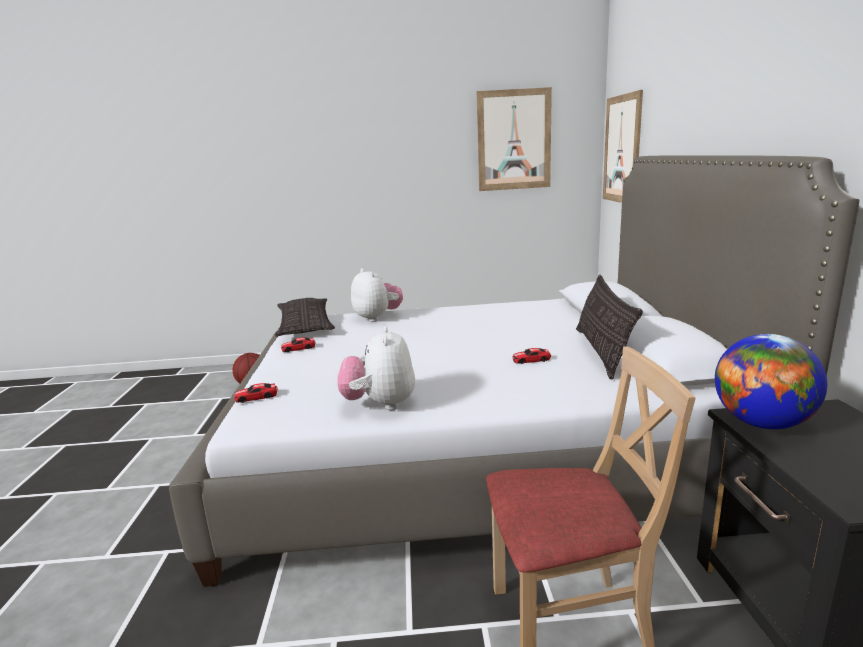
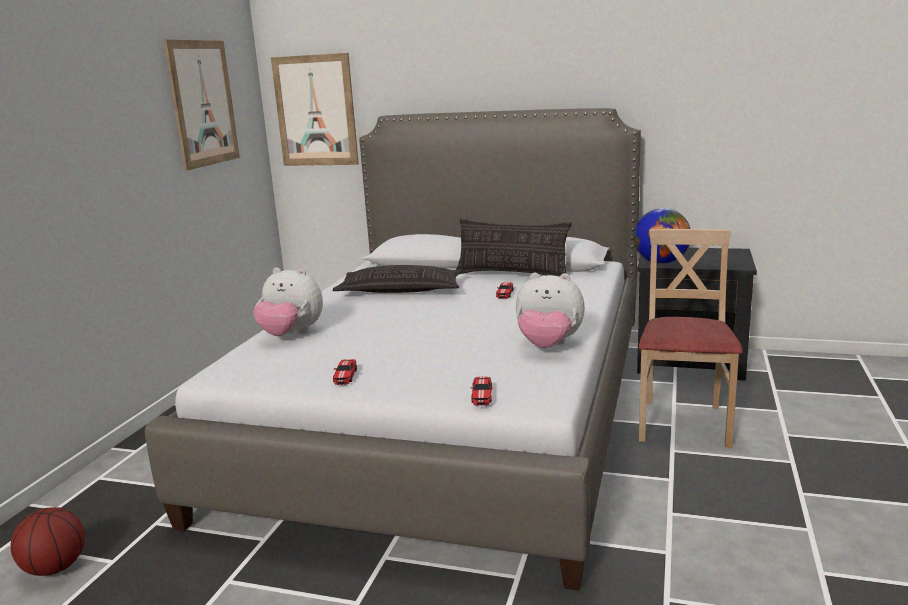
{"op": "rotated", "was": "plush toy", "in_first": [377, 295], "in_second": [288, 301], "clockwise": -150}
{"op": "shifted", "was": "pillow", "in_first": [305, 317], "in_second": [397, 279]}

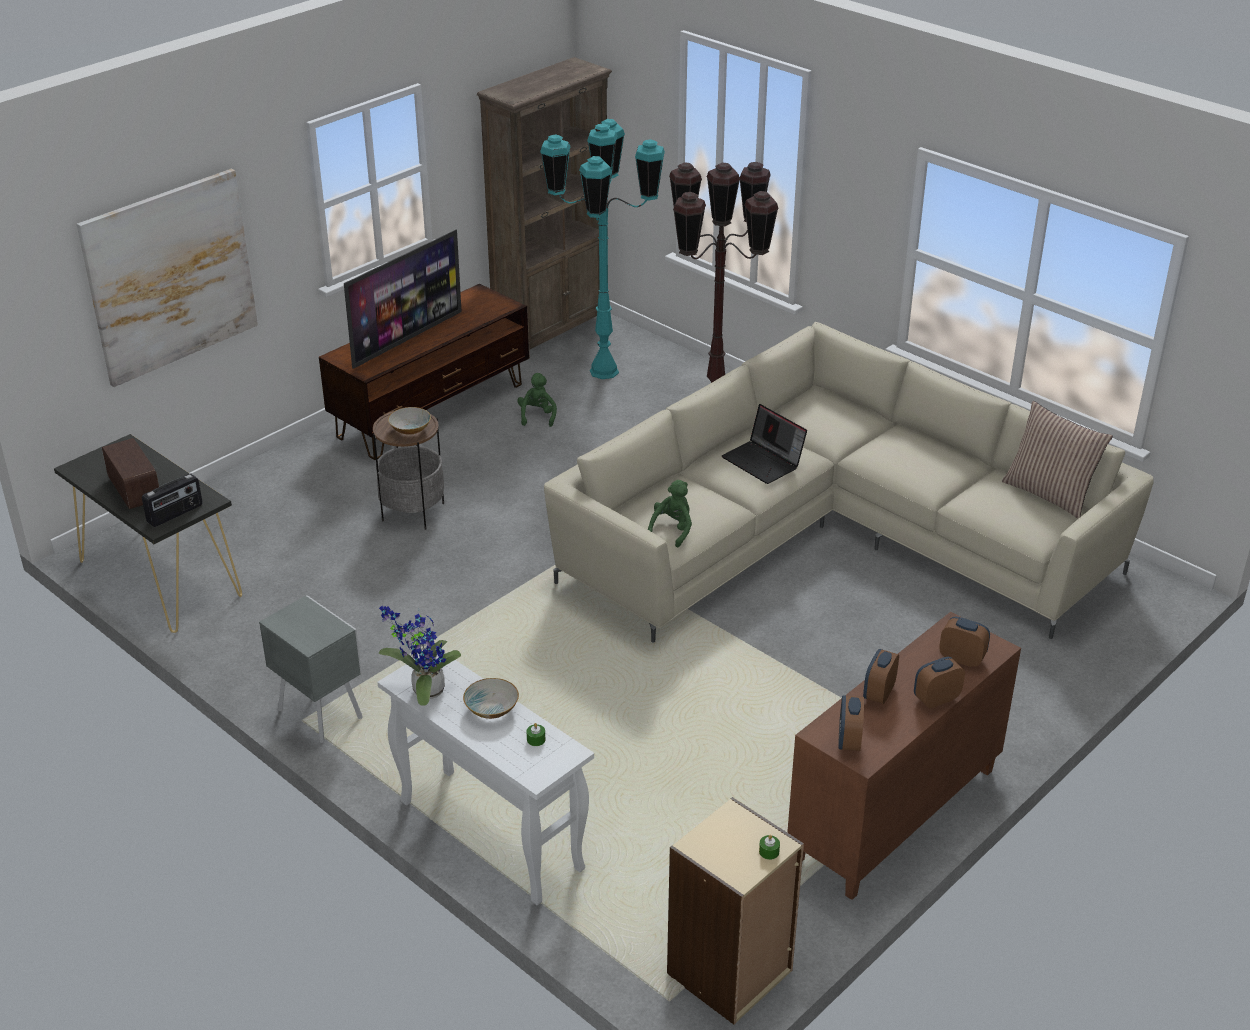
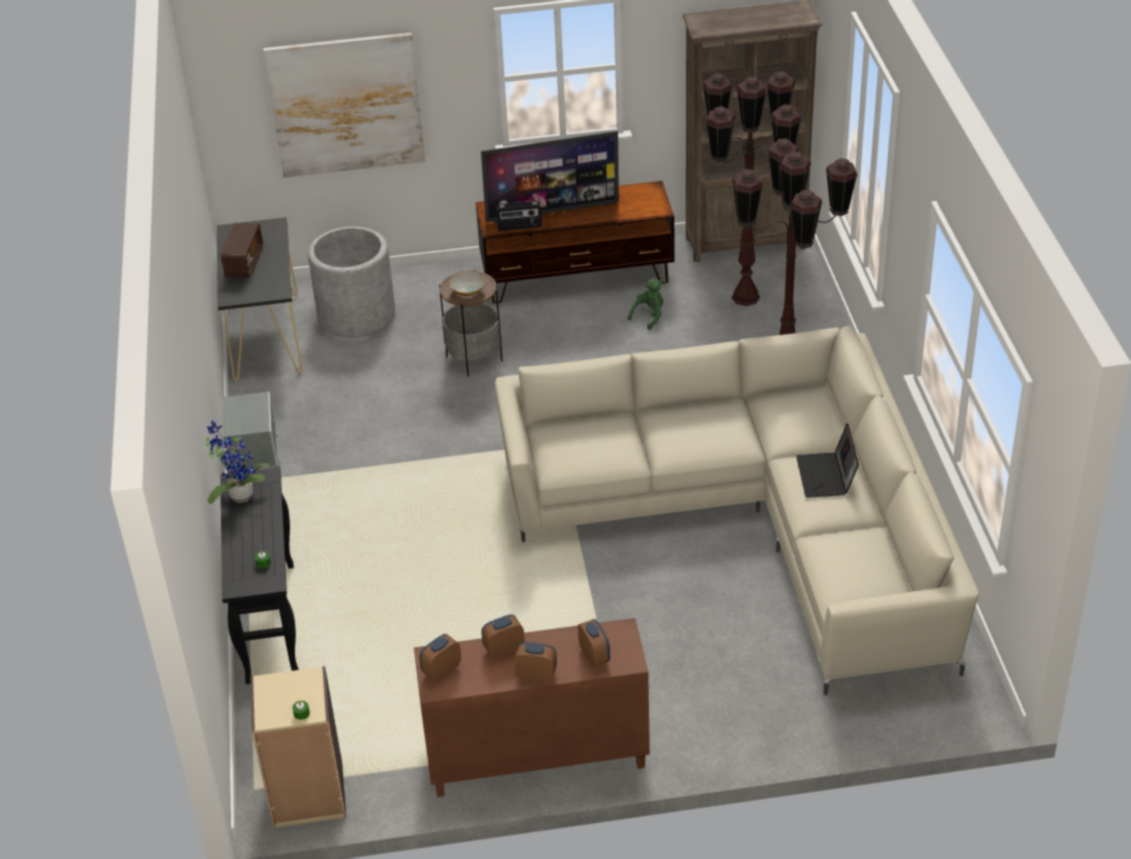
{"op": "repainted", "was": "floor lamp (turquoise)", "now": "floor lamp (brown)", "in_first": [602, 249], "in_second": [751, 188]}
{"op": "gone", "was": "pillow", "in_first": [1057, 460]}
{"op": "shifted", "was": "laptop", "in_first": [764, 444], "in_second": [827, 460]}
{"op": "shifted", "was": "radio", "in_first": [172, 500], "in_second": [519, 216]}
{"op": "gone", "was": "plush toy (green)", "in_first": [670, 513]}
{"op": "repainted", "was": "console table (white)", "now": "console table (black)", "in_first": [486, 779], "in_second": [259, 575]}
{"op": "gone", "was": "bowl", "in_first": [491, 698]}
{"op": "new", "now": "planter (grey)", "in_second": [351, 282]}

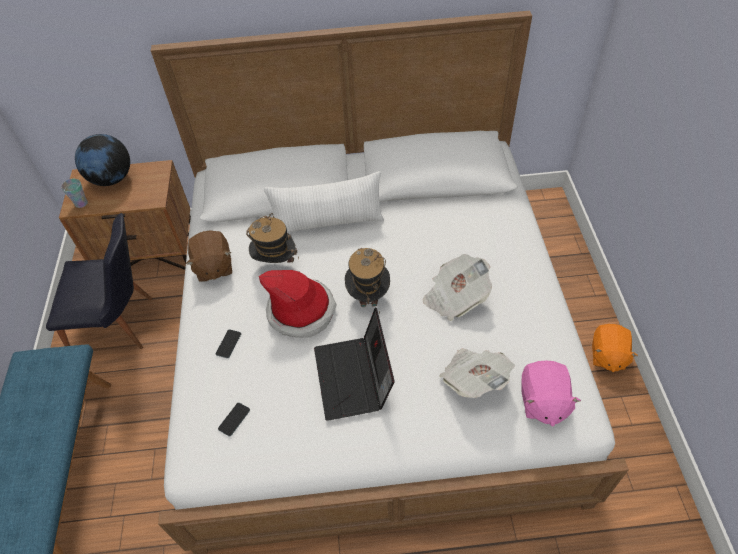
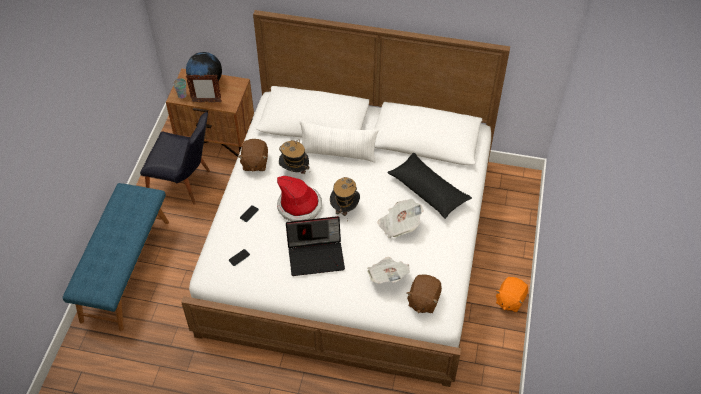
{"op": "rotated", "was": "laptop", "in_first": [354, 364], "in_second": [315, 246], "clockwise": -105}
{"op": "repainted", "was": "plush toy (pink)", "now": "plush toy (brown)", "in_first": [551, 394], "in_second": [424, 293]}
{"op": "new", "now": "picture frame", "in_second": [204, 89]}
{"op": "new", "now": "pillow (black)", "in_second": [429, 186]}

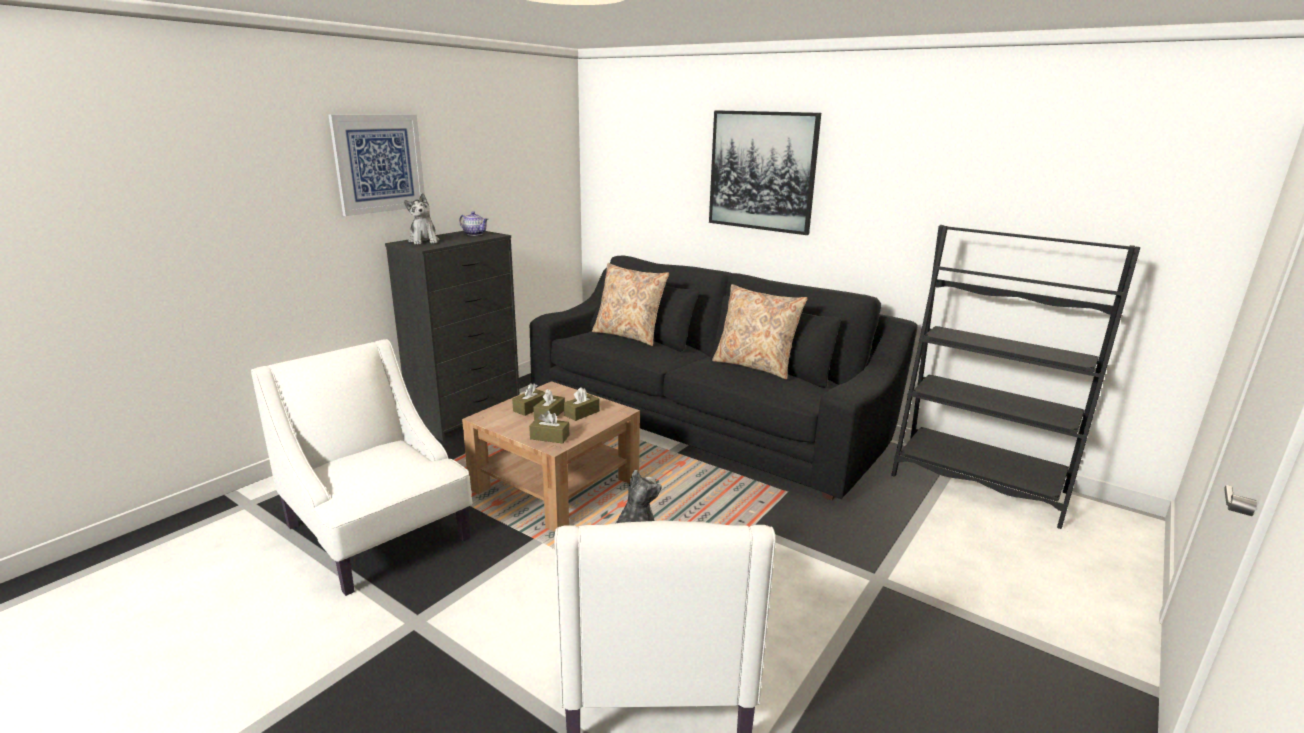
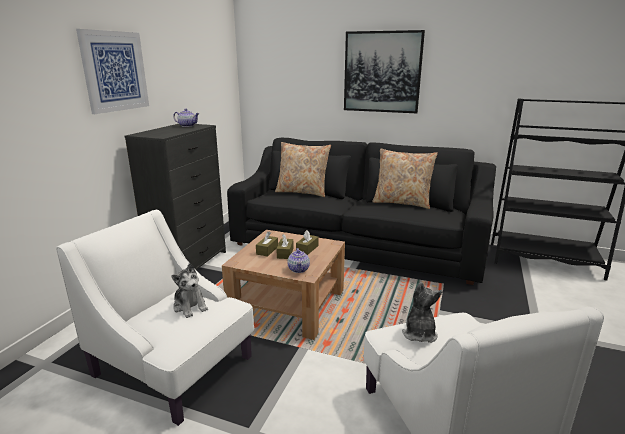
{"op": "shifted", "was": "plush toy", "in_first": [421, 219], "in_second": [189, 290]}
{"op": "swapped", "was": "tissue box (brown)", "now": "teapot", "in_first": [549, 427], "in_second": [298, 260]}

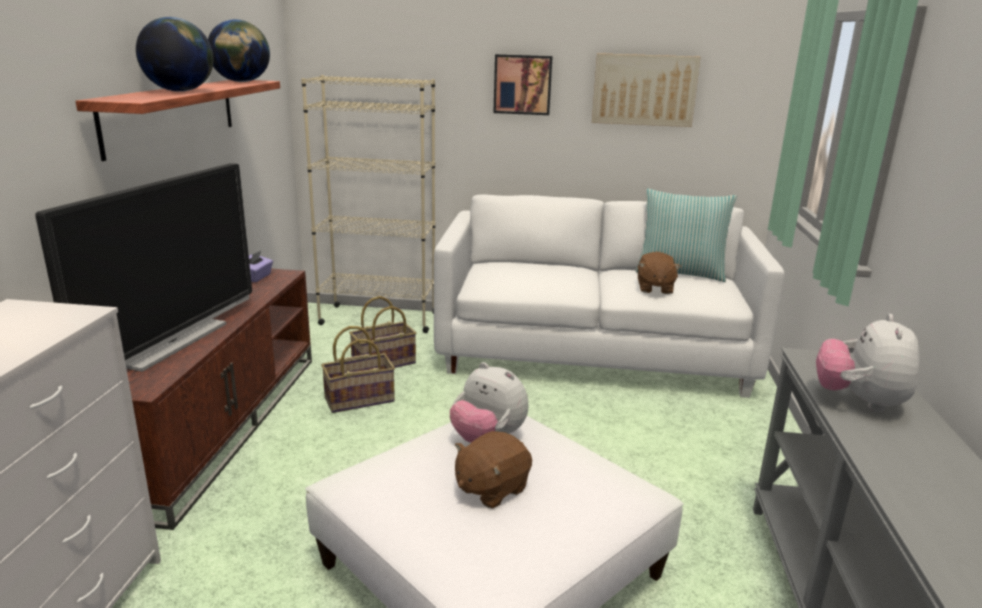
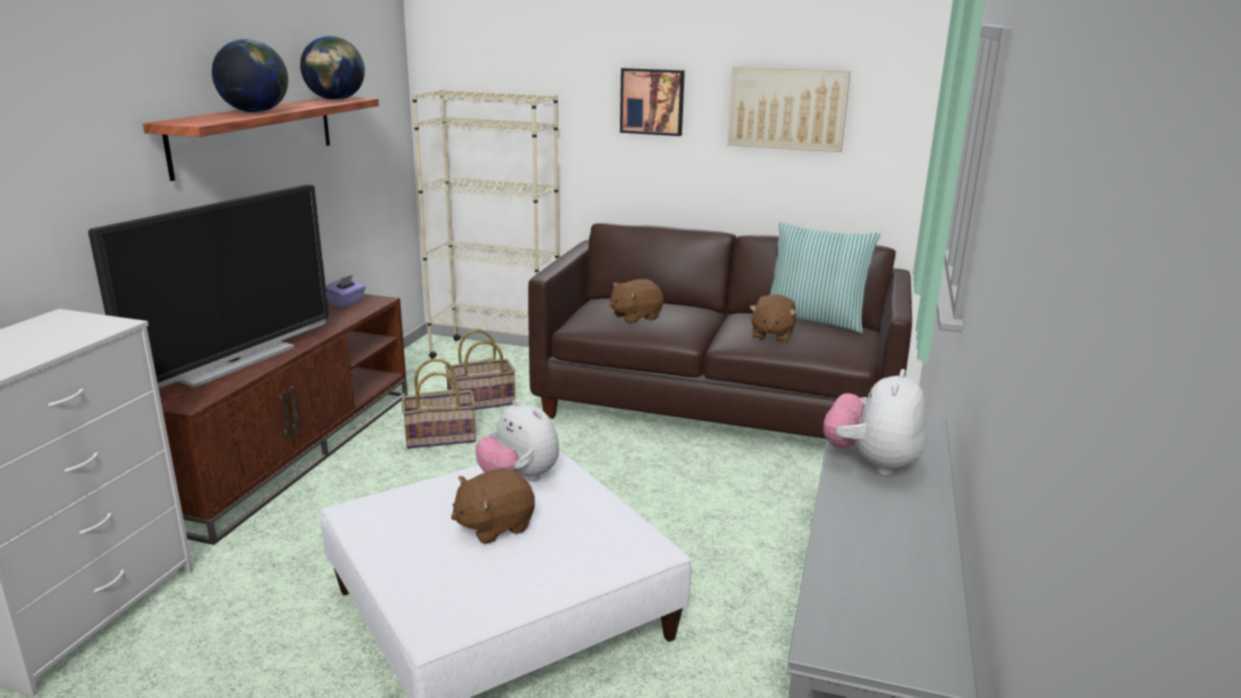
{"op": "repainted", "was": "sofa (white)", "now": "sofa (brown)", "in_first": [609, 296], "in_second": [720, 331]}
{"op": "new", "now": "plush toy (brown)", "in_second": [636, 301]}

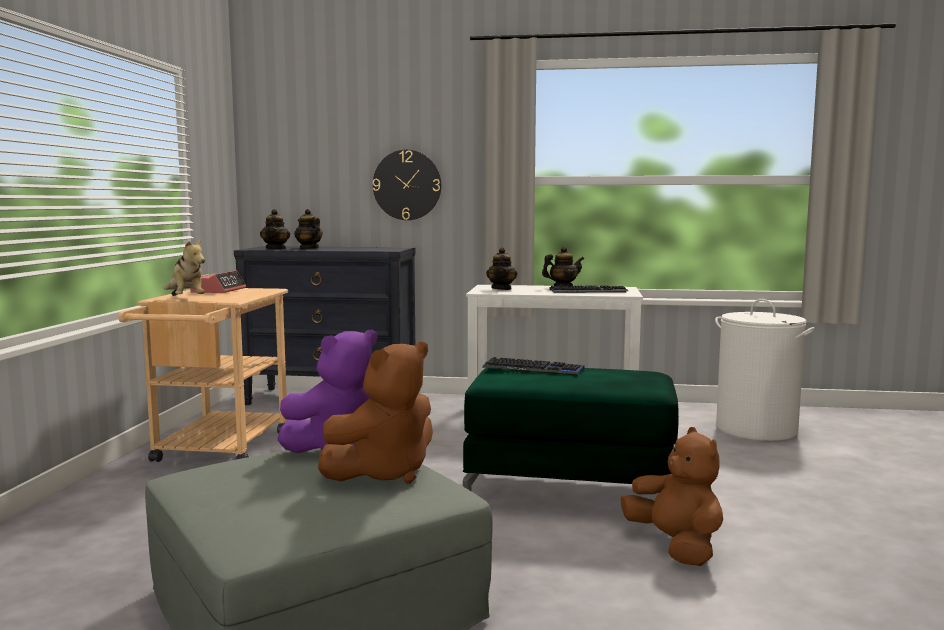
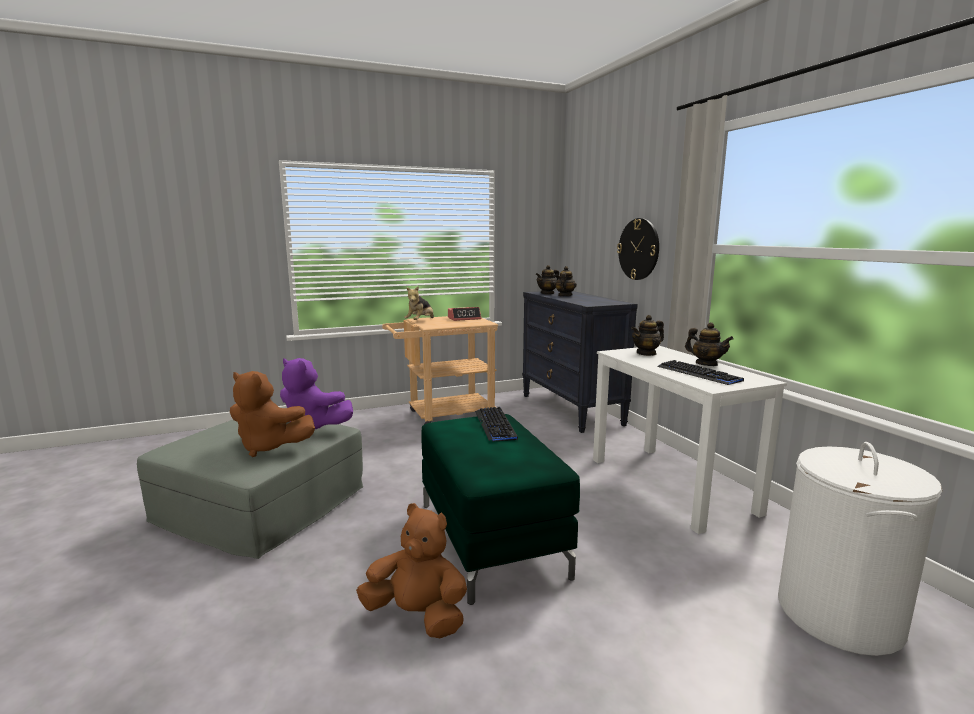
{"op": "rotated", "was": "plush toy (brown)", "in_first": [671, 496], "in_second": [411, 570], "clockwise": -105}

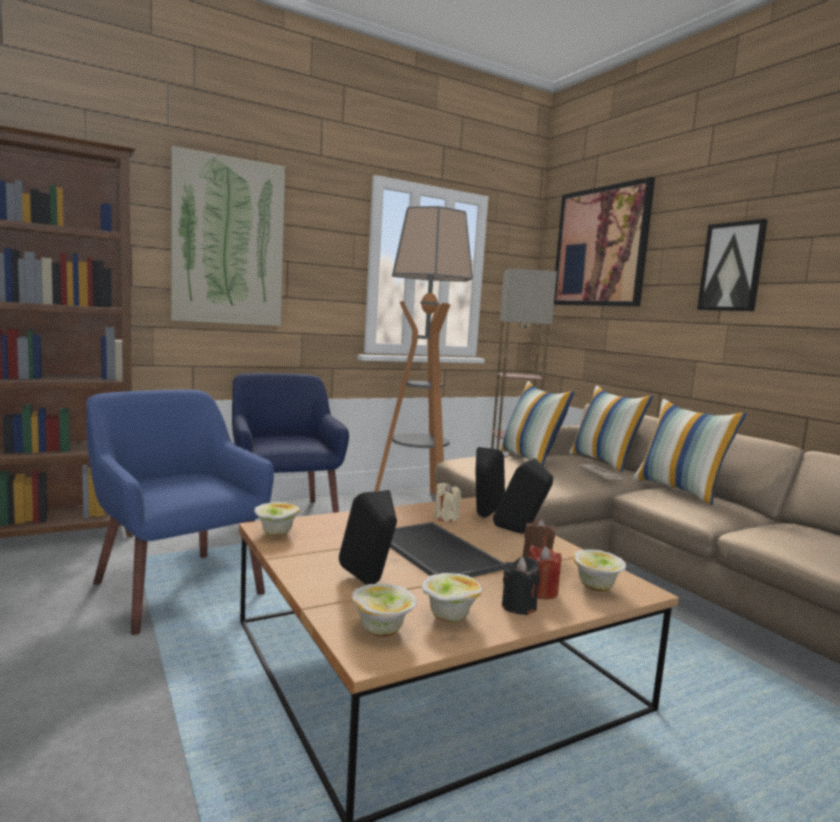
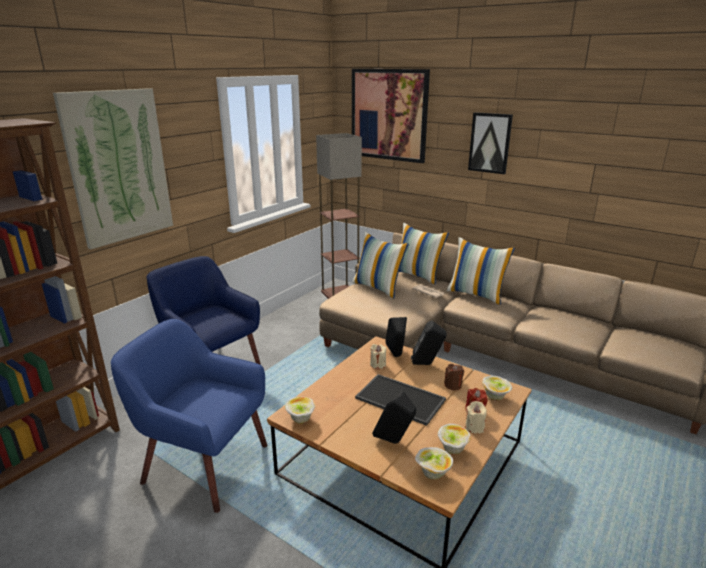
{"op": "gone", "was": "floor lamp", "in_first": [423, 350]}
{"op": "repainted", "was": "candle (black)", "now": "candle (beige)", "in_first": [521, 585], "in_second": [476, 417]}

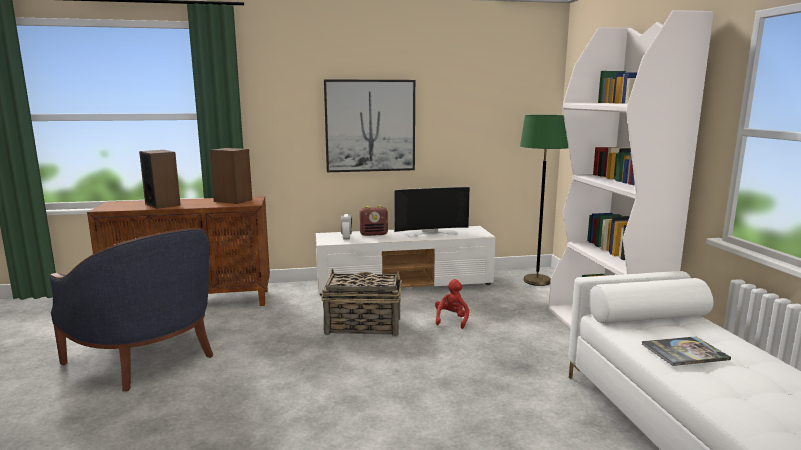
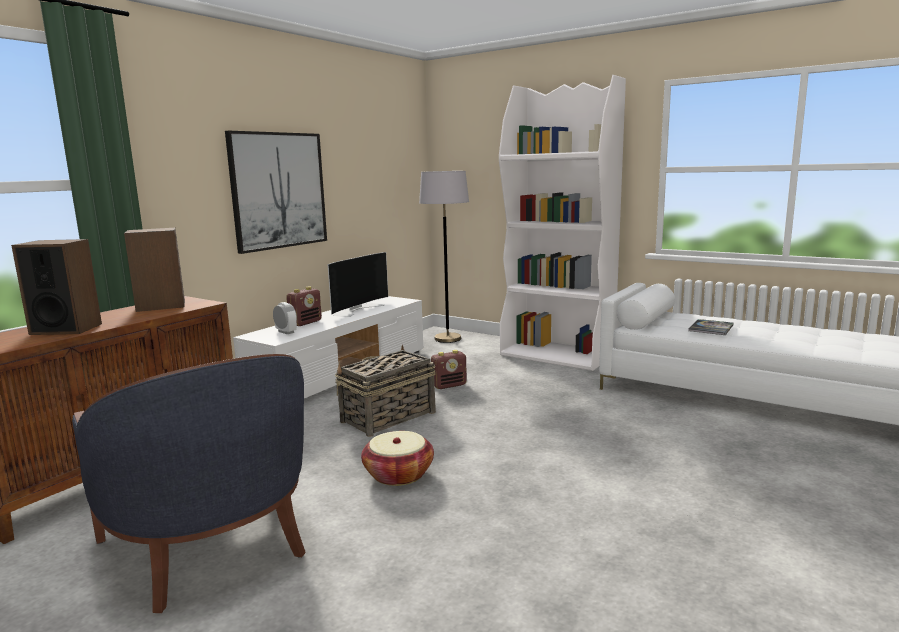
{"op": "repainted", "was": "floor lamp (green)", "now": "floor lamp (grey)", "in_first": [544, 200], "in_second": [444, 257]}
{"op": "rotated", "was": "armchair (blue)", "in_first": [131, 310], "in_second": [189, 483], "clockwise": 60}
{"op": "swapped", "was": "plush toy (red)", "now": "radio", "in_first": [452, 304], "in_second": [449, 369]}
{"op": "new", "now": "basket", "in_second": [397, 458]}

